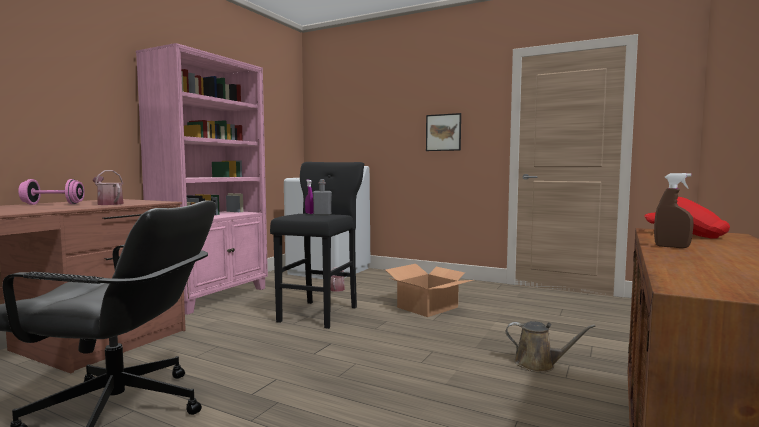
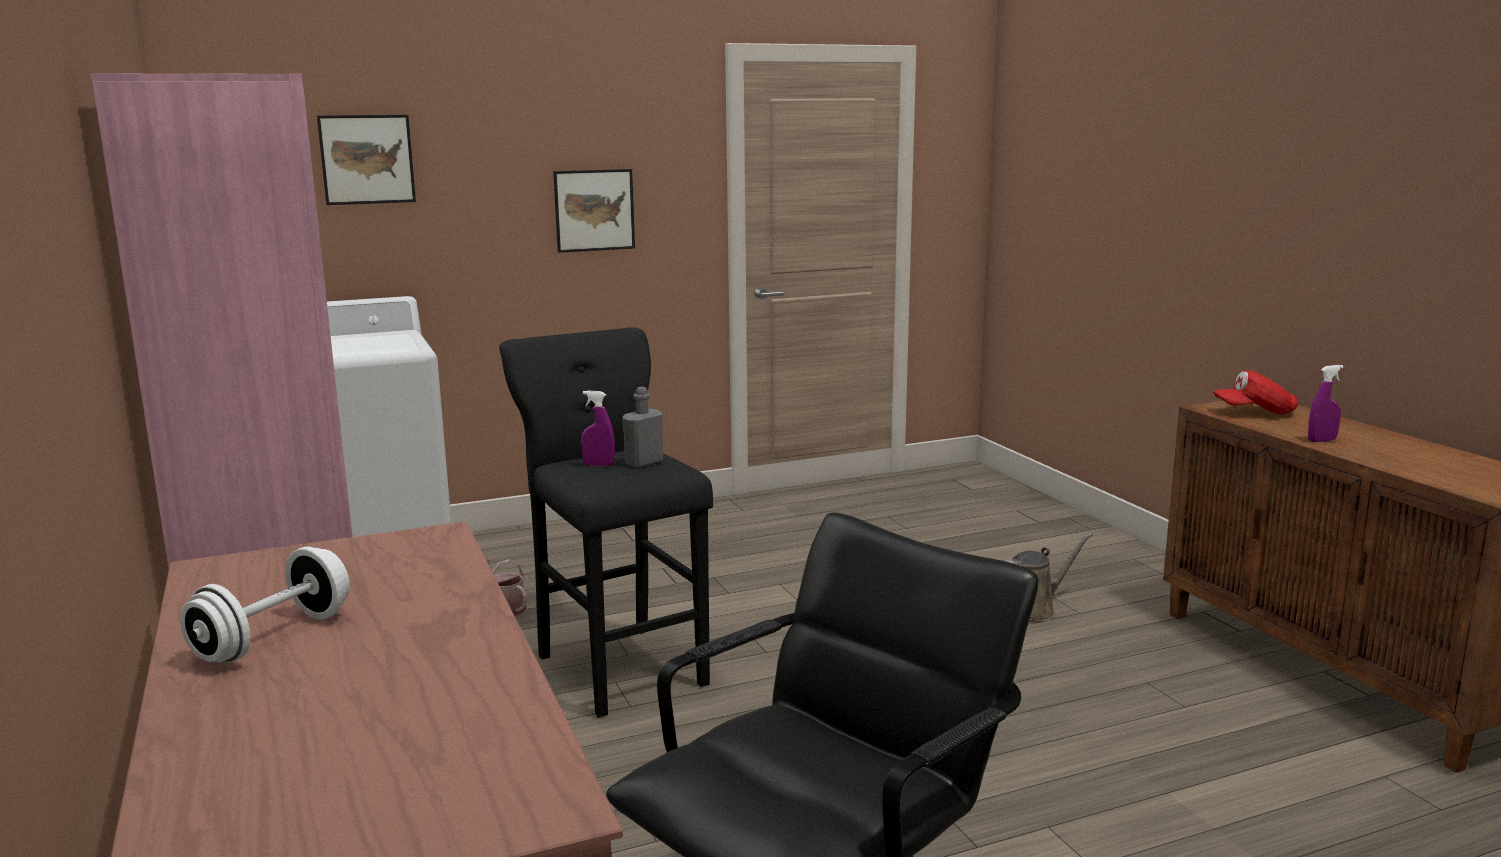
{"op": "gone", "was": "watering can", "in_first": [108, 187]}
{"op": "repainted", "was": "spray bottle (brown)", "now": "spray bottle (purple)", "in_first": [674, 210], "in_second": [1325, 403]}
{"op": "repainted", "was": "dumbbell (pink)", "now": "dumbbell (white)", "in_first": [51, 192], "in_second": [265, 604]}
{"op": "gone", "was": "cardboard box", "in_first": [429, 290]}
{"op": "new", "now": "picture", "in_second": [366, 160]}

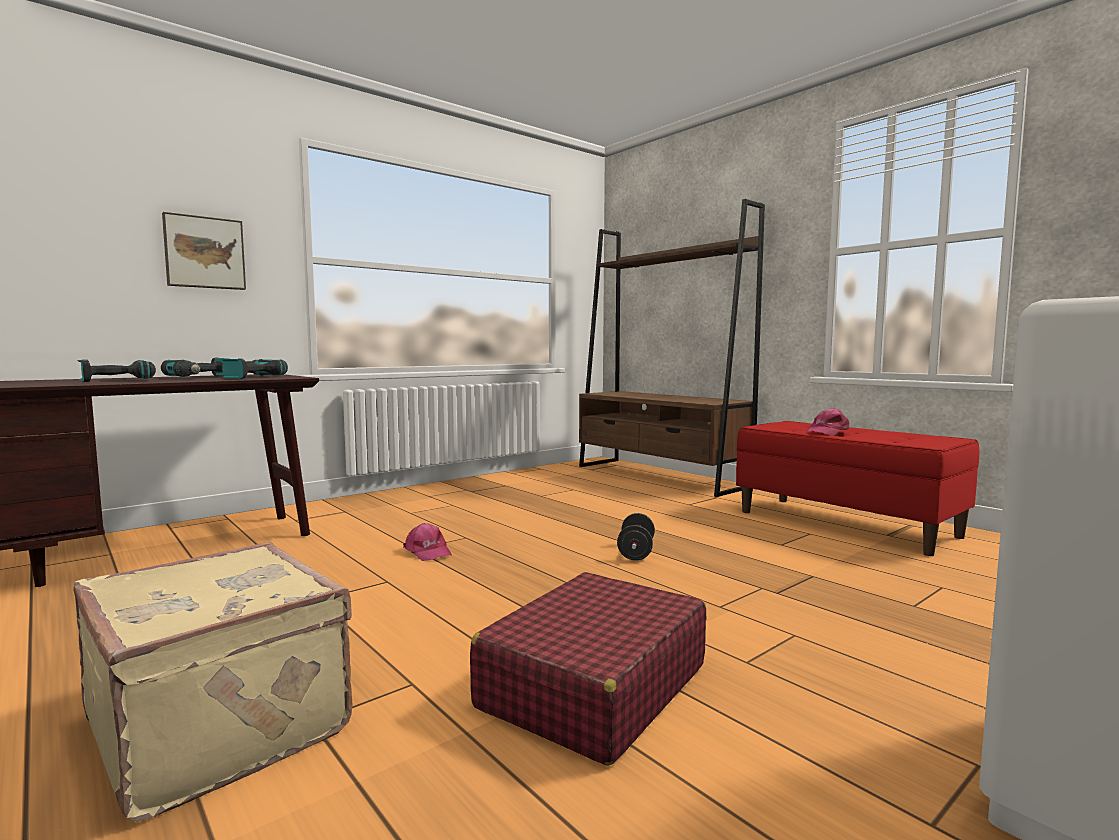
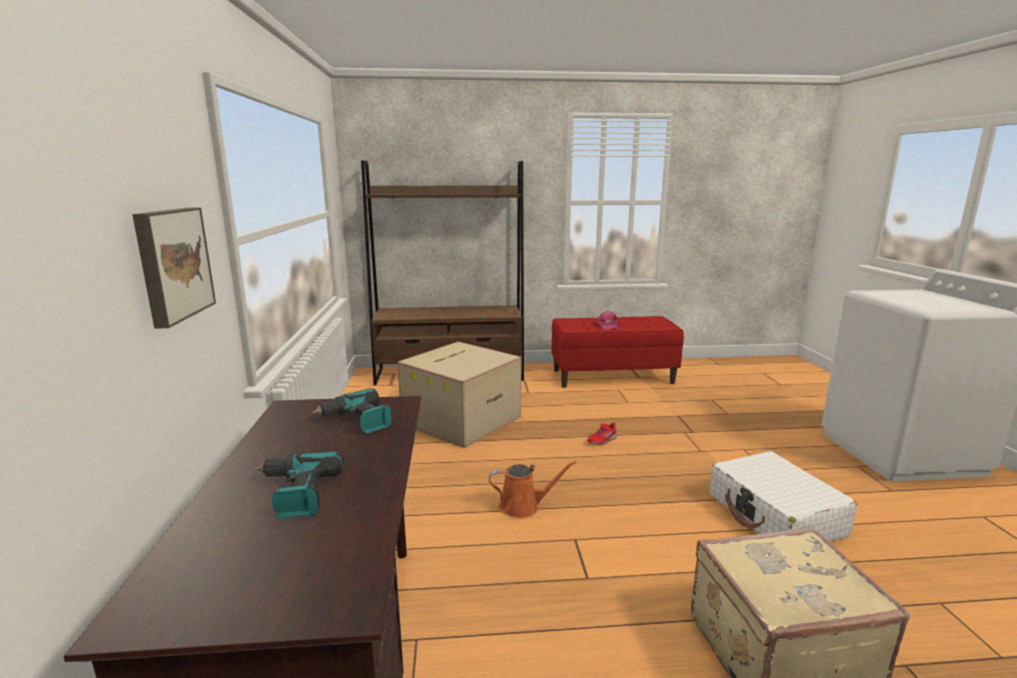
{"op": "gone", "was": "power drill", "in_first": [195, 367]}
{"op": "swapped", "was": "dumbbell (black)", "now": "shoe (red)", "in_first": [636, 536], "in_second": [602, 433]}
{"op": "swapped", "was": "cap (pink)", "now": "watering can (orange)", "in_first": [427, 542], "in_second": [533, 490]}
{"op": "repainted", "was": "suitcase (red)", "now": "suitcase (white)", "in_first": [588, 669], "in_second": [783, 496]}
{"op": "new", "now": "cardboard box", "in_second": [459, 394]}

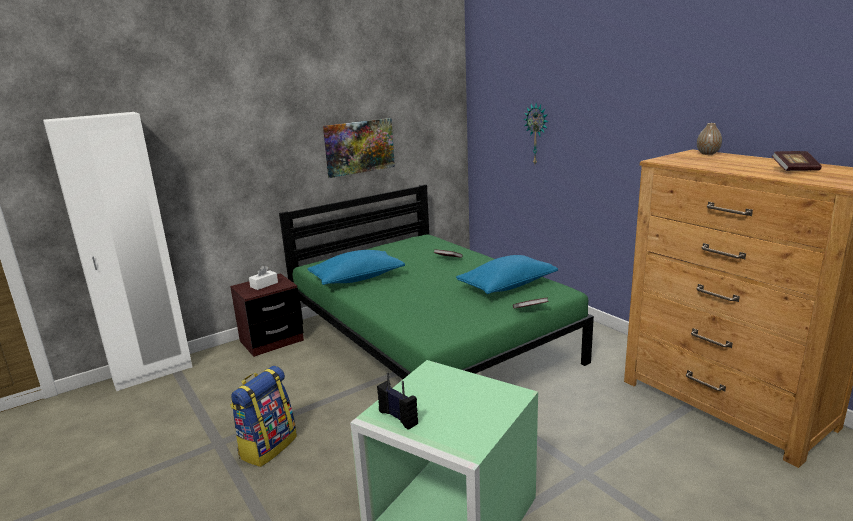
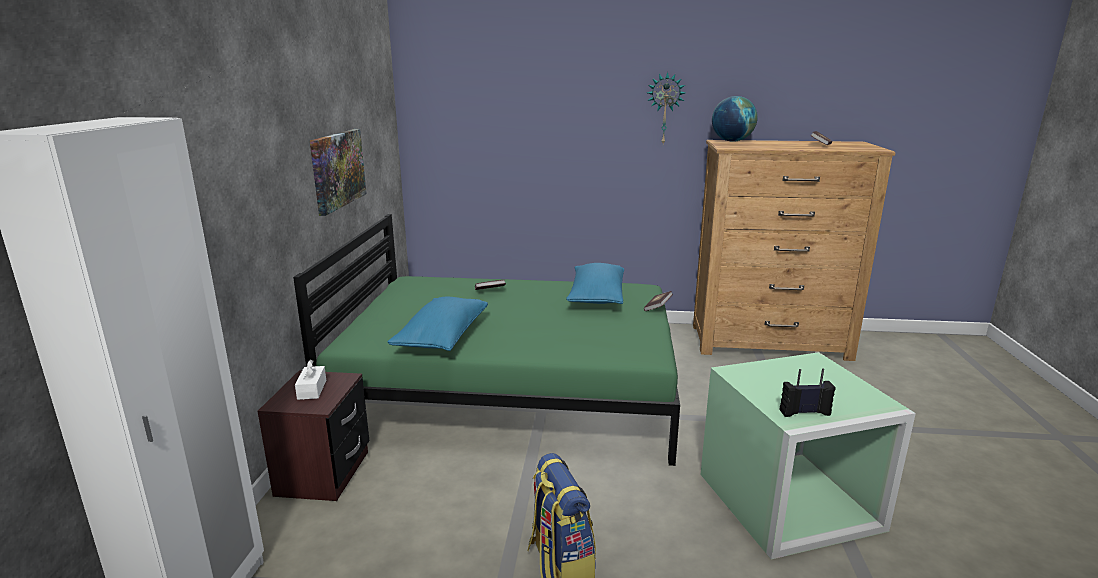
{"op": "shifted", "was": "wall clock", "in_first": [535, 133], "in_second": [666, 108]}
{"op": "swapped", "was": "vase", "now": "globe", "in_first": [709, 139], "in_second": [735, 119]}

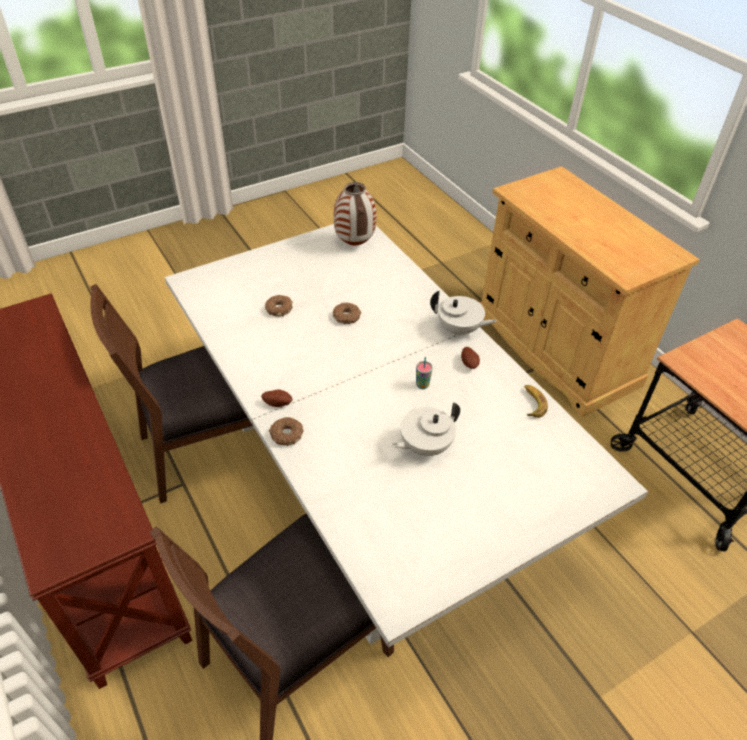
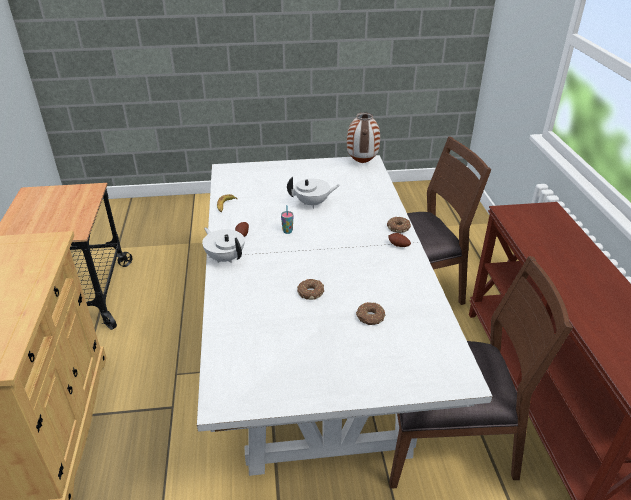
{"op": "shifted", "was": "vase", "in_first": [355, 214], "in_second": [363, 137]}

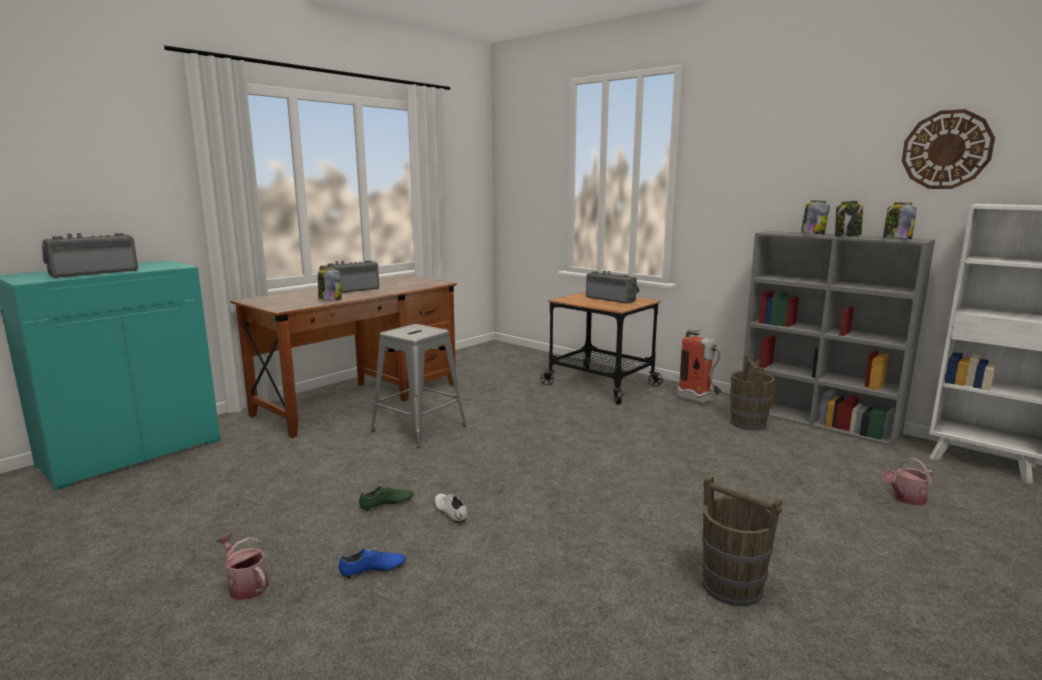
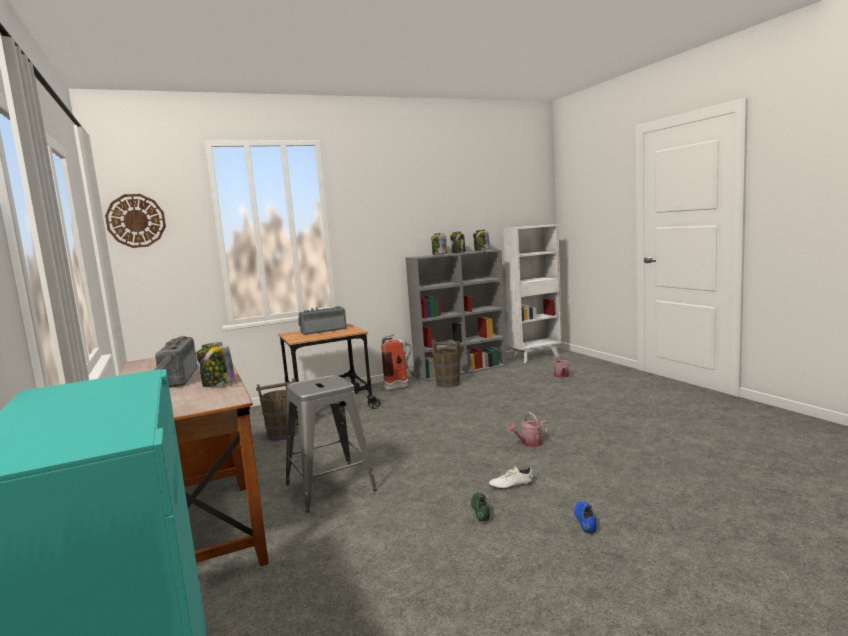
{"op": "shifted", "was": "wall clock", "in_first": [948, 149], "in_second": [135, 221]}
{"op": "gone", "was": "radio", "in_first": [90, 255]}
{"op": "shifted", "was": "bucket (brown)", "in_first": [742, 541], "in_second": [277, 409]}
{"op": "shifted", "was": "watering can", "in_first": [242, 566], "in_second": [527, 429]}

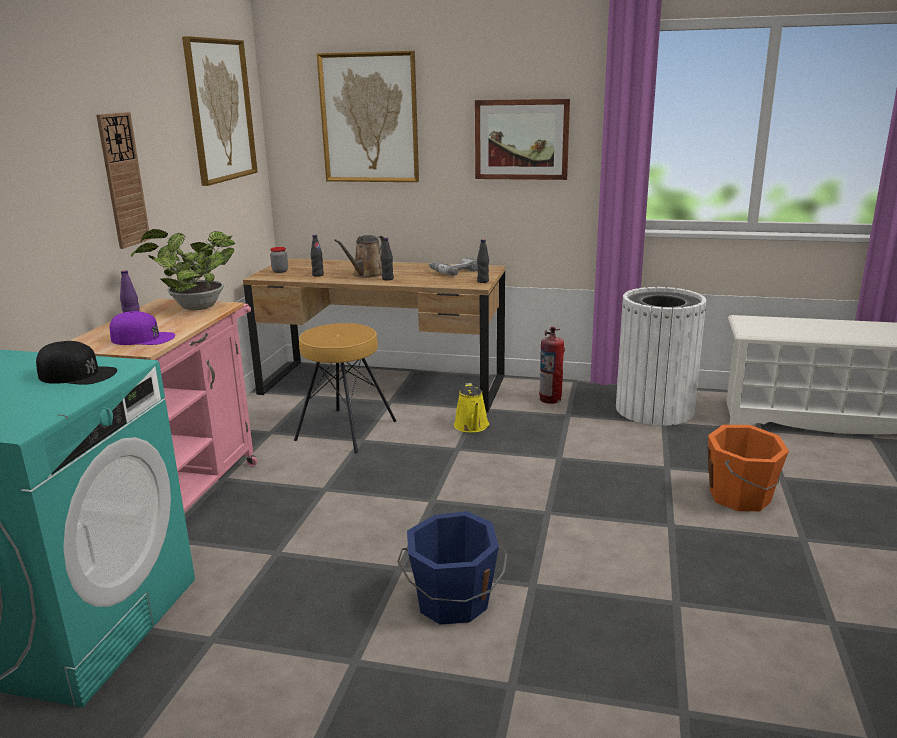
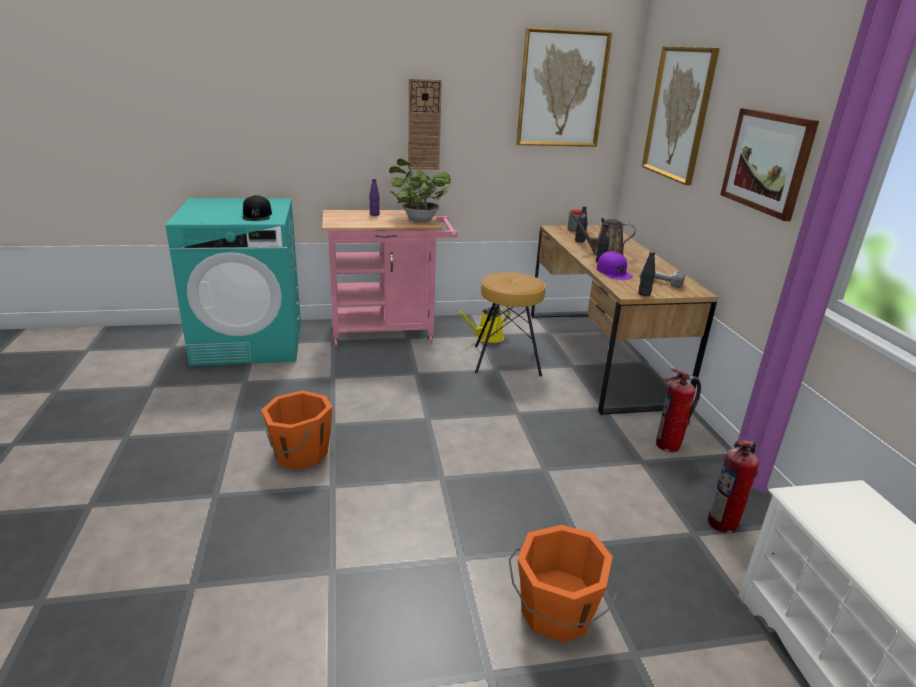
{"op": "swapped", "was": "trash can (white)", "now": "fire extinguisher", "in_first": [661, 356], "in_second": [733, 486]}
{"op": "shifted", "was": "cap (purple)", "in_first": [142, 328], "in_second": [615, 265]}
{"op": "shifted", "was": "watering can (yellow)", "in_first": [471, 408], "in_second": [483, 325]}
{"op": "repainted", "was": "bucket (blue)", "now": "bucket (orange)", "in_first": [452, 568], "in_second": [296, 430]}

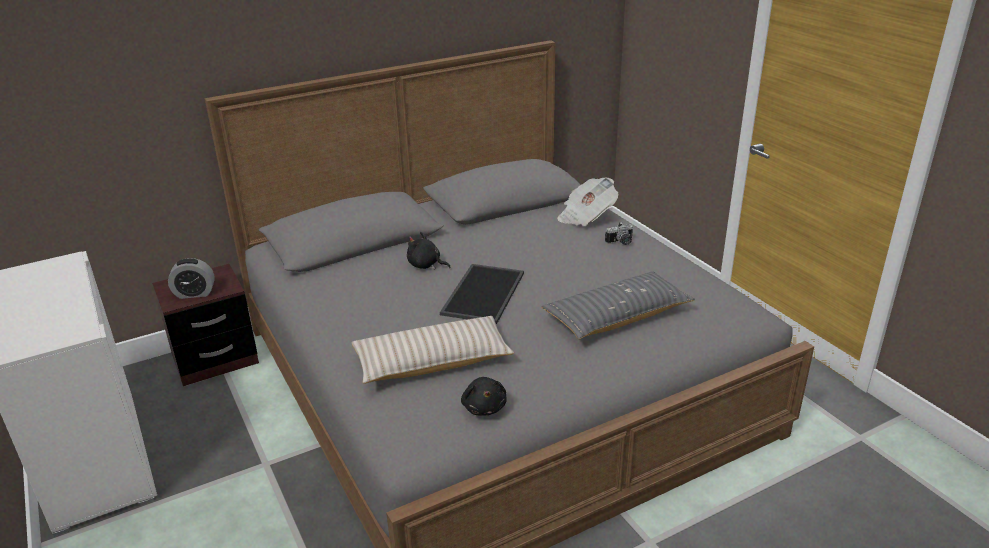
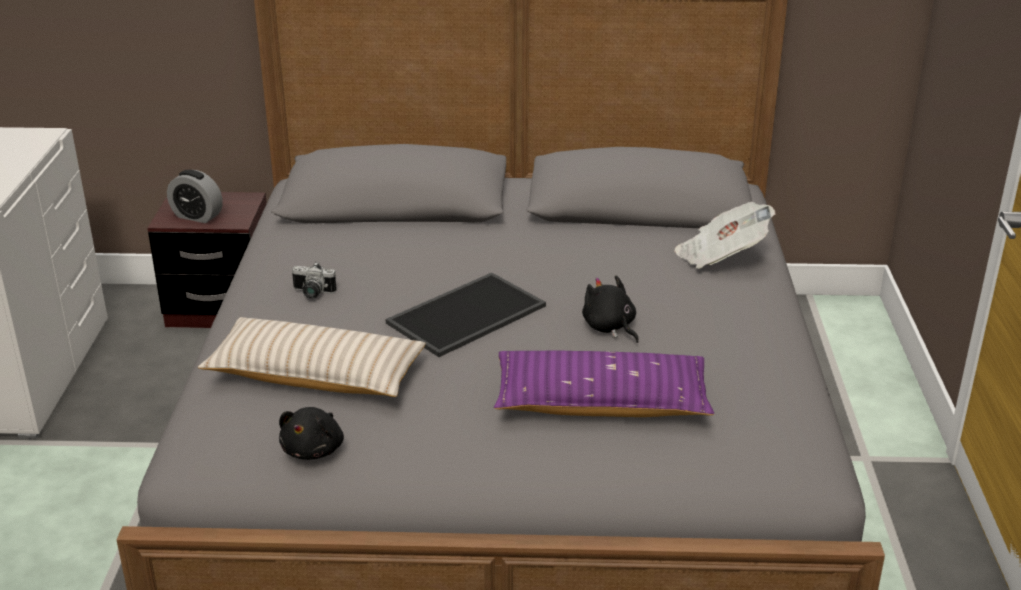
{"op": "shifted", "was": "photo camera", "in_first": [619, 233], "in_second": [314, 280]}
{"op": "shifted", "was": "plush toy (black)", "in_first": [429, 251], "in_second": [610, 309]}
{"op": "repainted", "was": "pillow (grey)", "now": "pillow (purple)", "in_first": [618, 305], "in_second": [604, 384]}

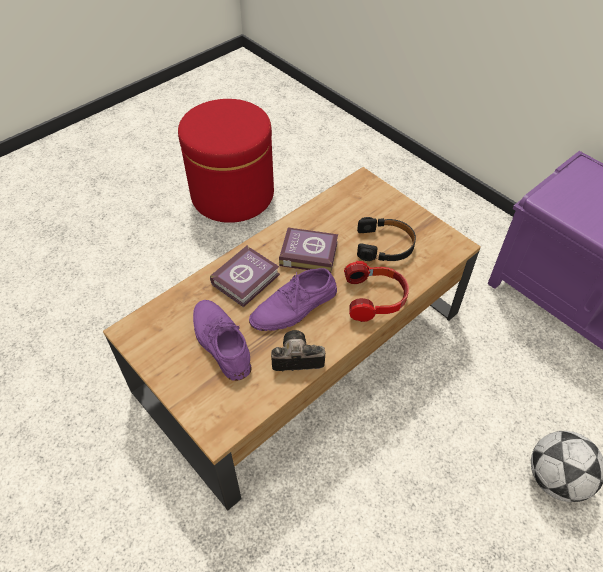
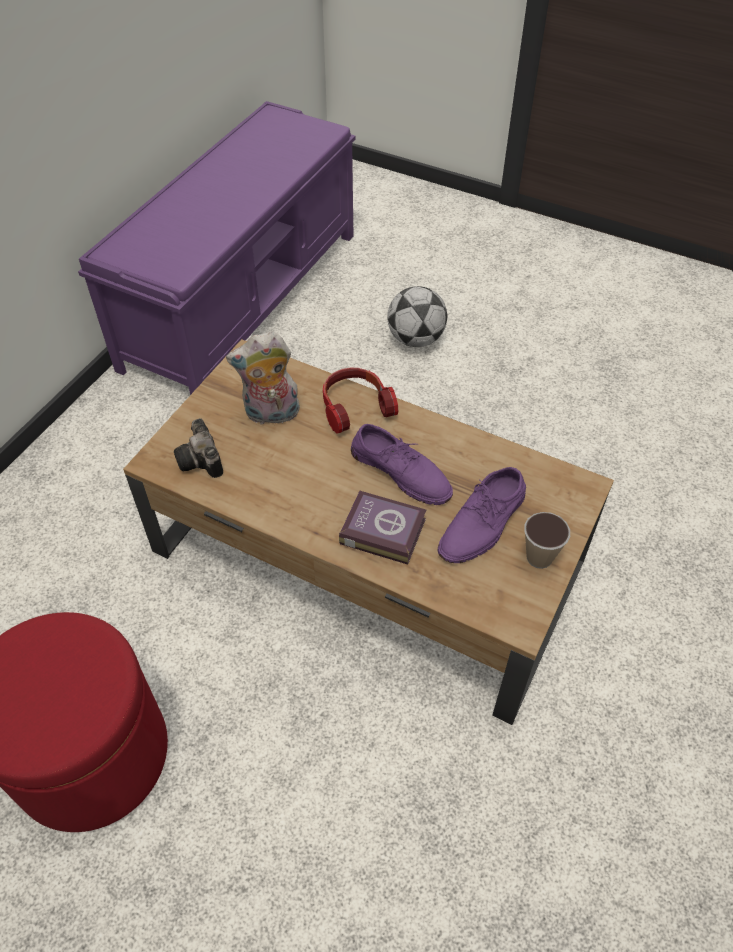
{"op": "swapped", "was": "headphones (black)", "now": "plush toy", "in_first": [386, 239], "in_second": [263, 379]}
{"op": "gone", "was": "book", "in_first": [308, 250]}
{"op": "shifted", "was": "photo camera", "in_first": [298, 350], "in_second": [198, 448]}
{"op": "new", "now": "cup", "in_second": [547, 540]}

